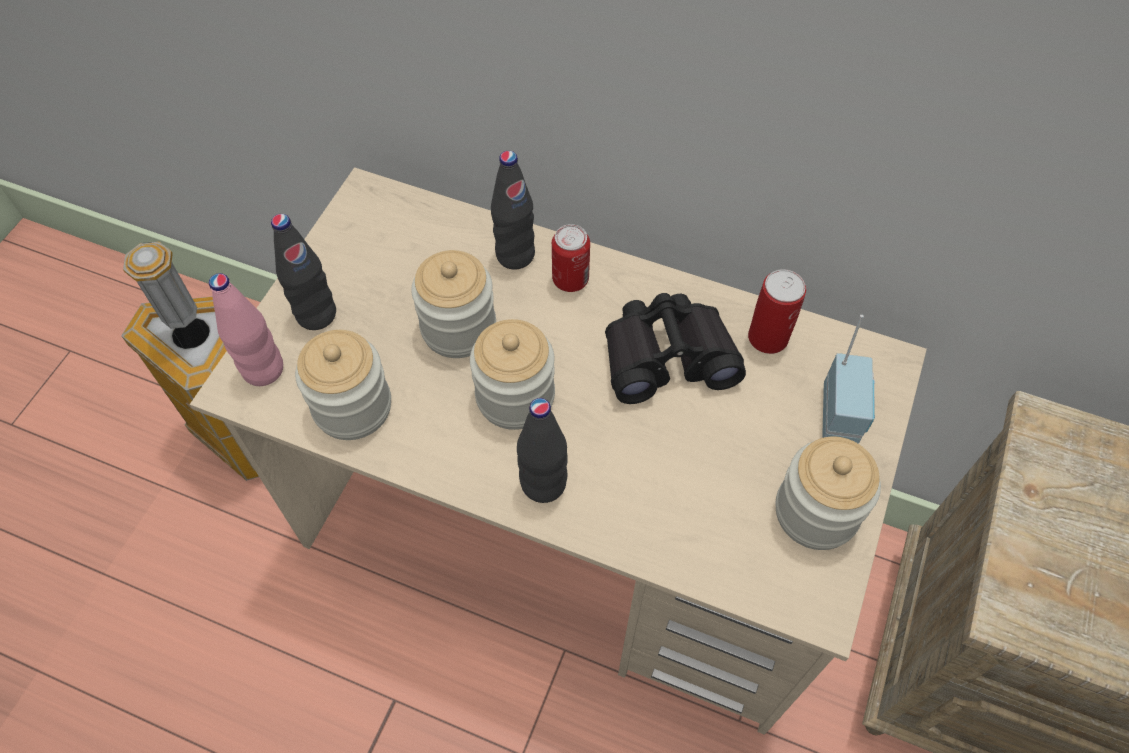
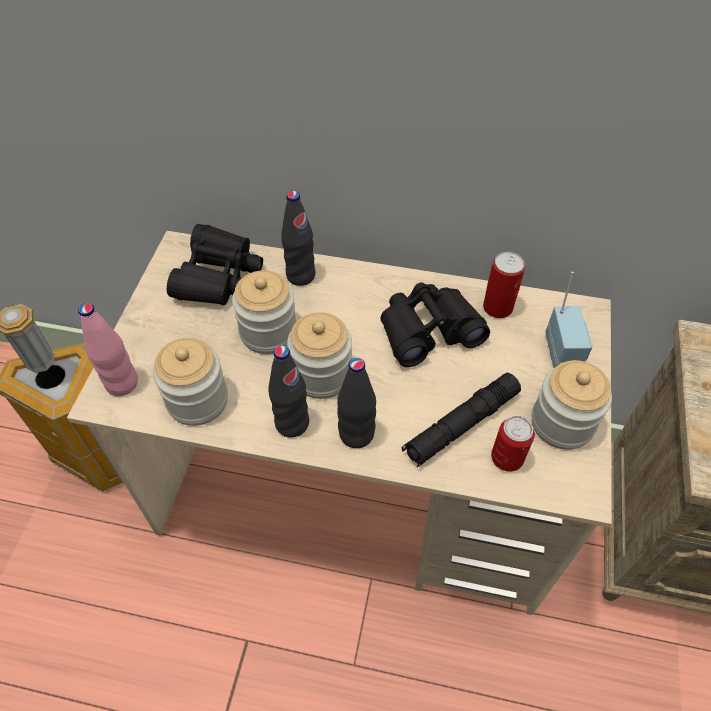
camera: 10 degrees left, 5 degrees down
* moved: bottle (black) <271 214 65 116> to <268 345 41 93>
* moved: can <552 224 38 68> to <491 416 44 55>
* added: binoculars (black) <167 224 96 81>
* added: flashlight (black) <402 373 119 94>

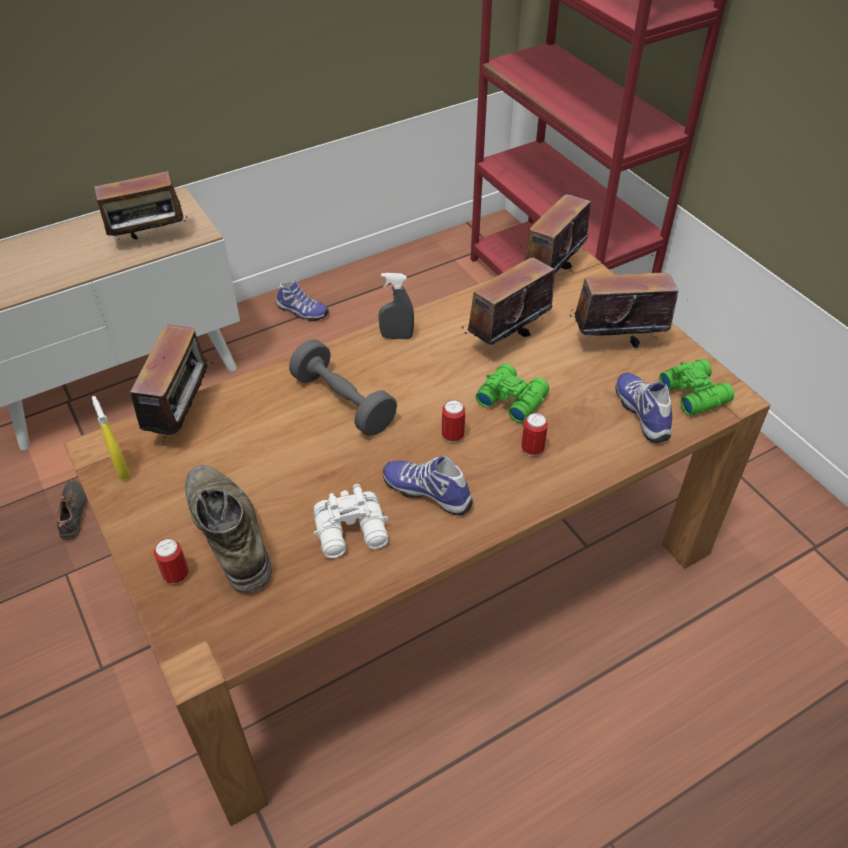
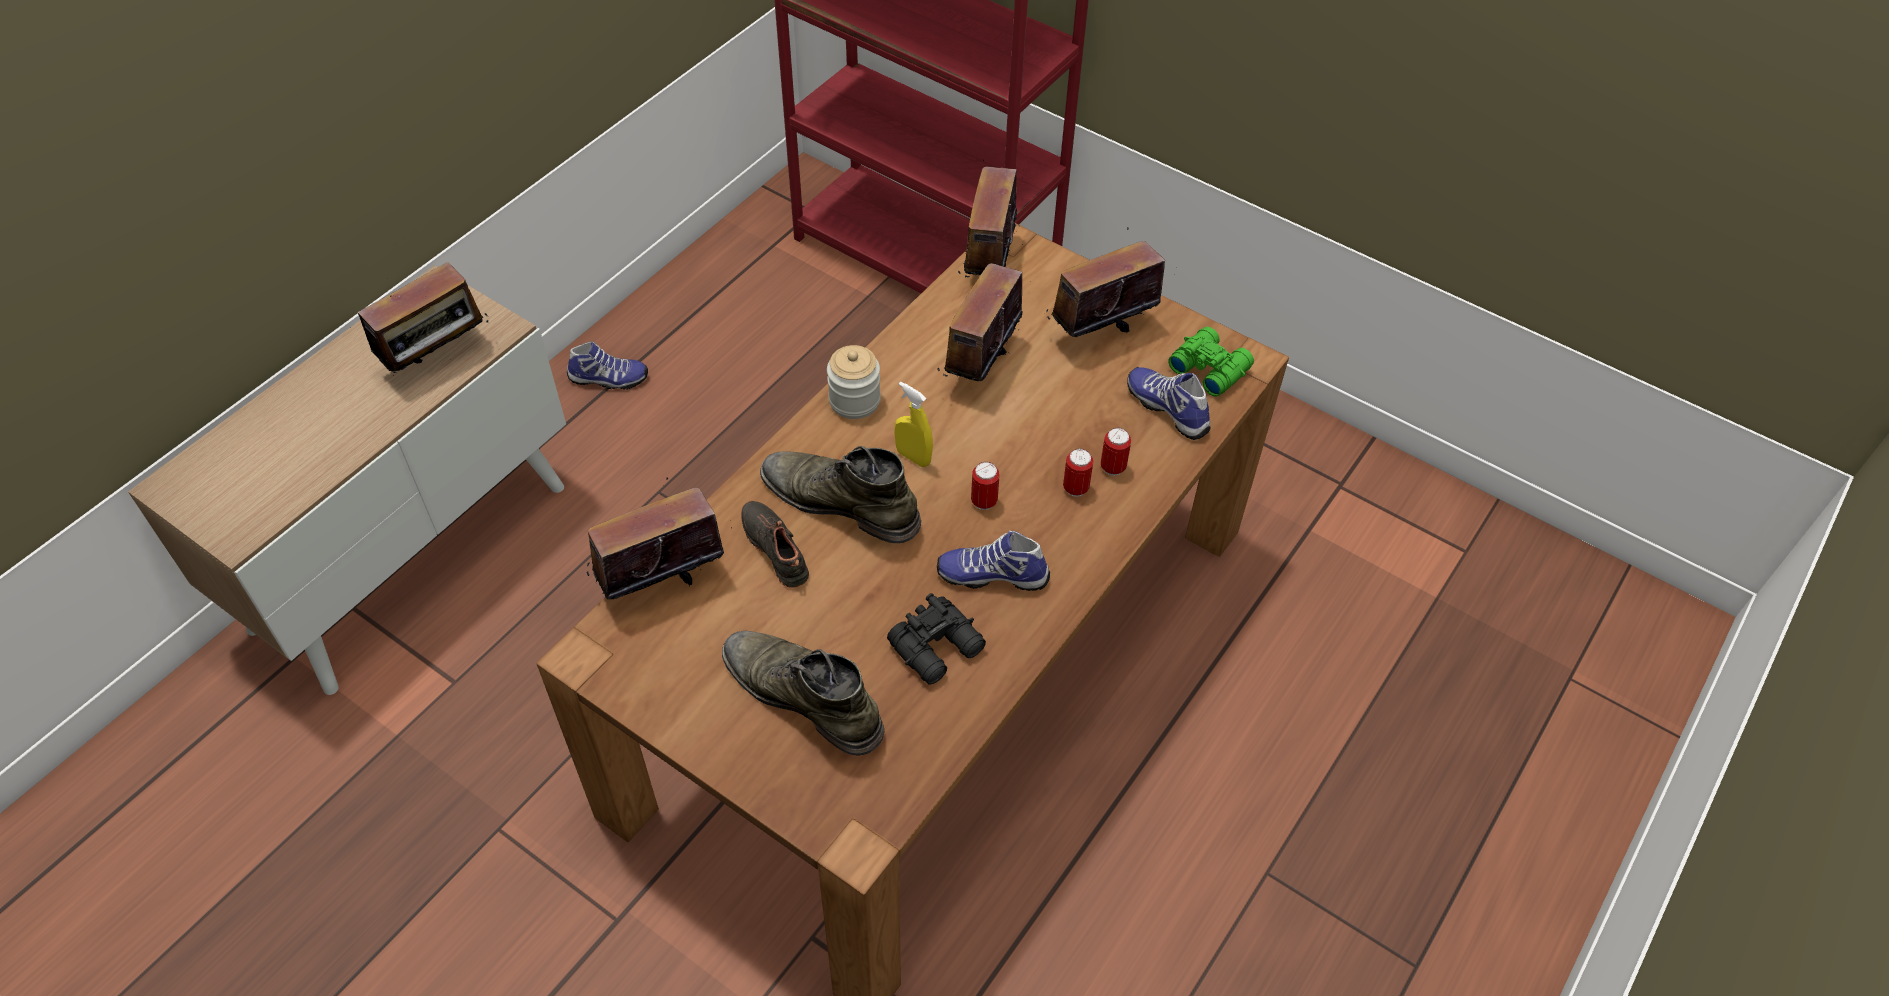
camera: 25 degrees left, 5 degrees up
* moved: shoe (black) <57 480 31 60> to <741 501 68 87>
* moved: spray bottle (yellow) <92 396 38 83> to <894 382 39 85>
* turned: radio <125 324 88 118> = <586 477 145 122> 105 degrees counterclockwise
* moved: can <154 539 35 45> to <1101 428 30 48>
* replaced: dumbbell (grey) <289 339 108 97> to boot (green) <760 446 161 97>
* recoloured: binoculars (white) <314 484 74 74> to binoculars (black) <887 593 99 92>
* replaced: spray bottle (grey) <378 273 36 67> to jar <827 345 54 74>
* removed: binoculars (green) <476 363 74 60>

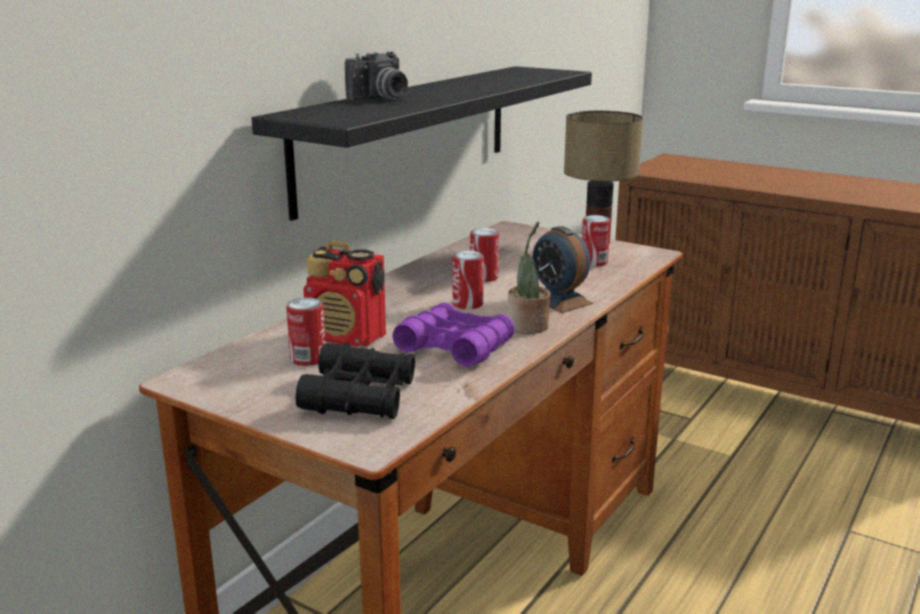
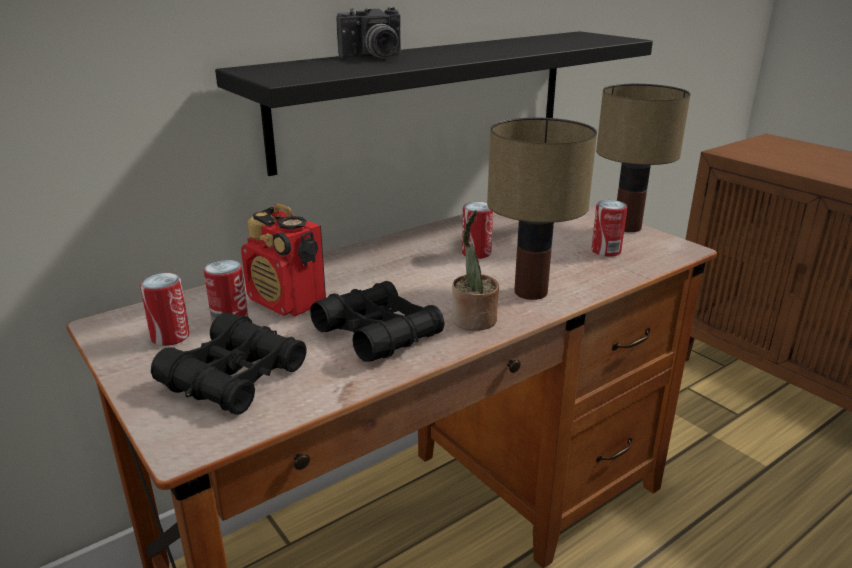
camera: 20 degrees right, 5 degrees up
* recoloured: binoculars (purple) <393 302 122 65> to binoculars (black) <310 281 135 81>
* moved: can <453 251 31 58> to <140 273 50 73>
* replaced: alarm clock <532 226 61 87> to table lamp <487 118 110 182>

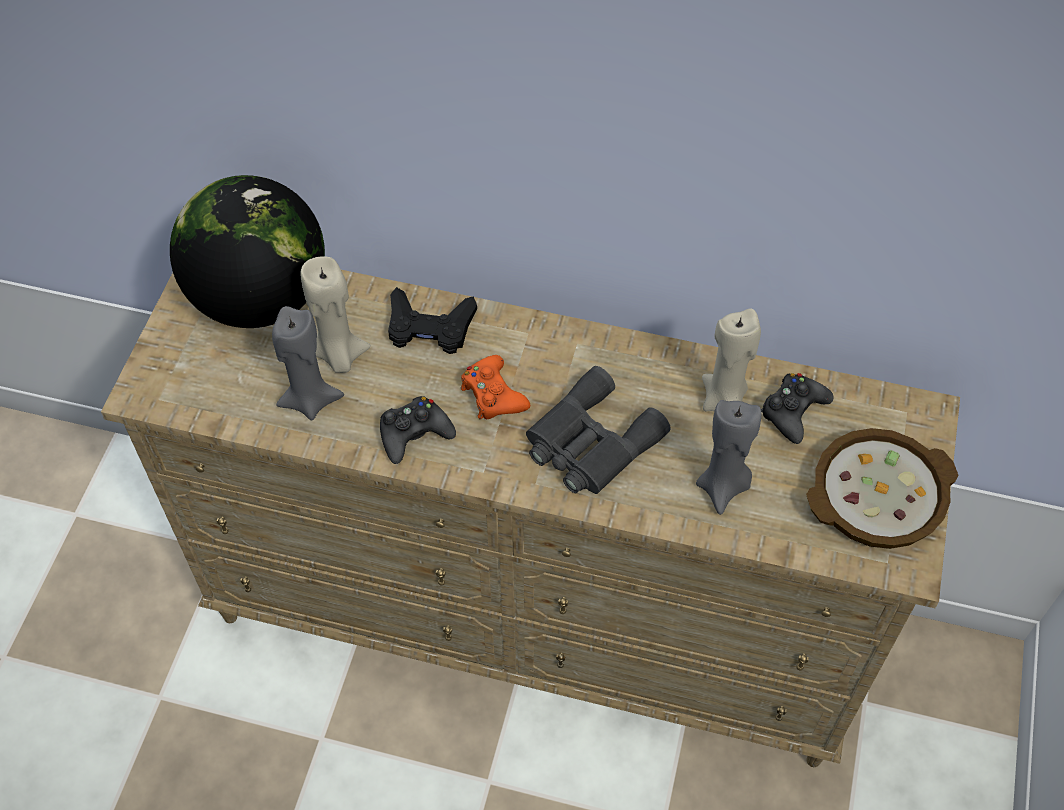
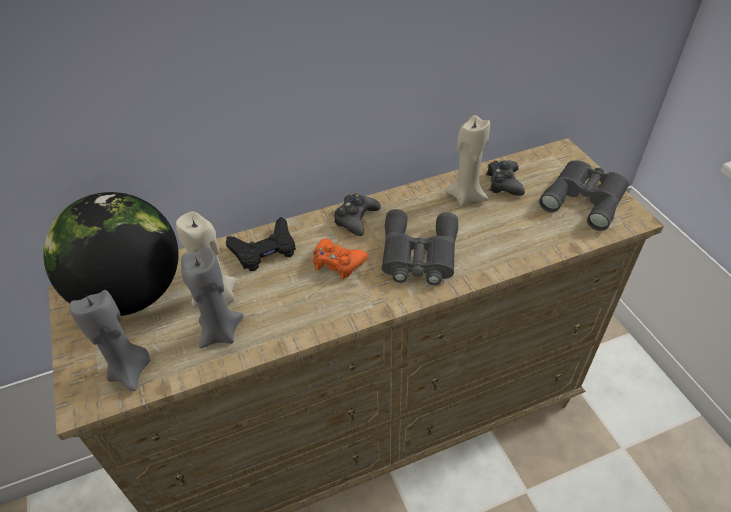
camera: 35 degrees left, 10 degrees down
* moved: game controller (black) <380 396 76 68> to <334 194 47 42>
* moved: candle (grey) <696 400 65 115> to <69 290 81 101>
* replaced: bowl <806 428 152 121> to binoculars (grey) <539 160 90 71>

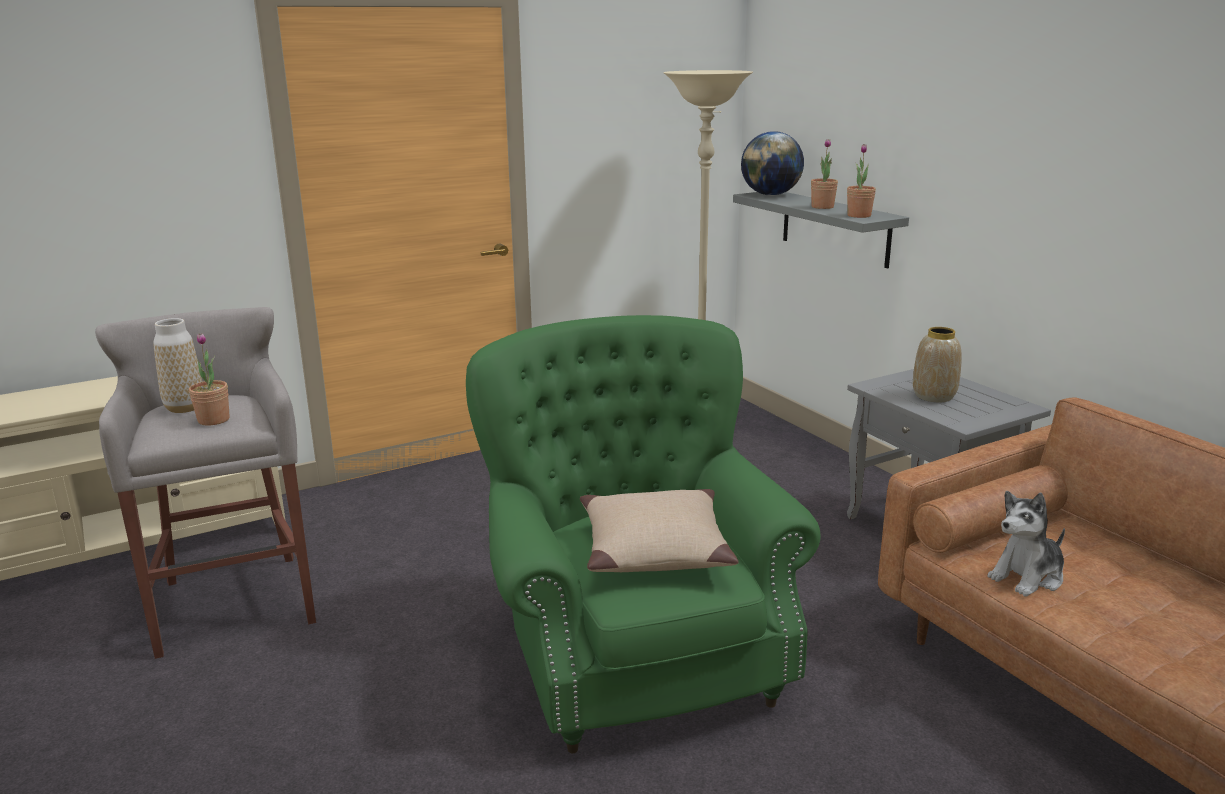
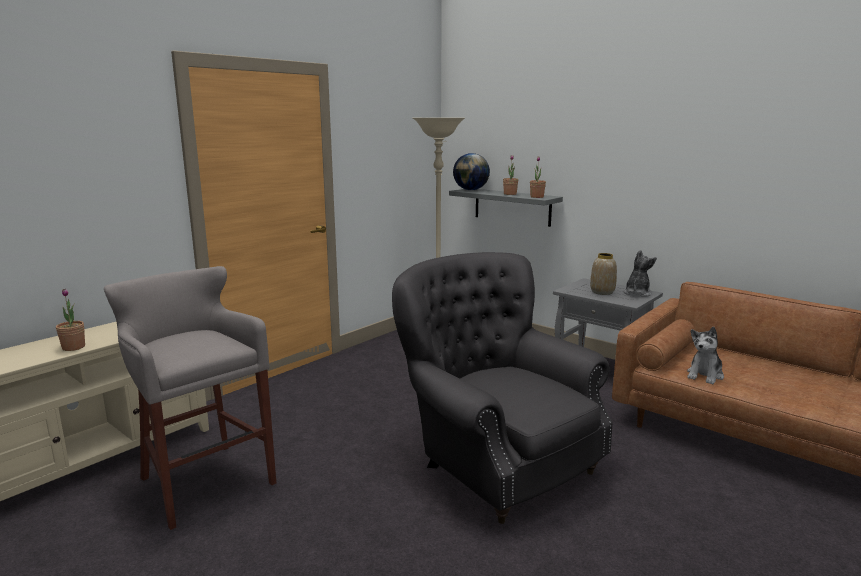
camera: 20 degrees left, 5 degrees down
* removed: vase <153 318 49 95>
* moved: potted plant <189 333 41 92> to <56 289 29 62>
* recoloured: armchair (green) <466 315 355 438> to armchair (grey) <392 252 220 272>
* removed: pillow (beige) <580 489 159 83>
* added: plush toy <623 250 34 47>

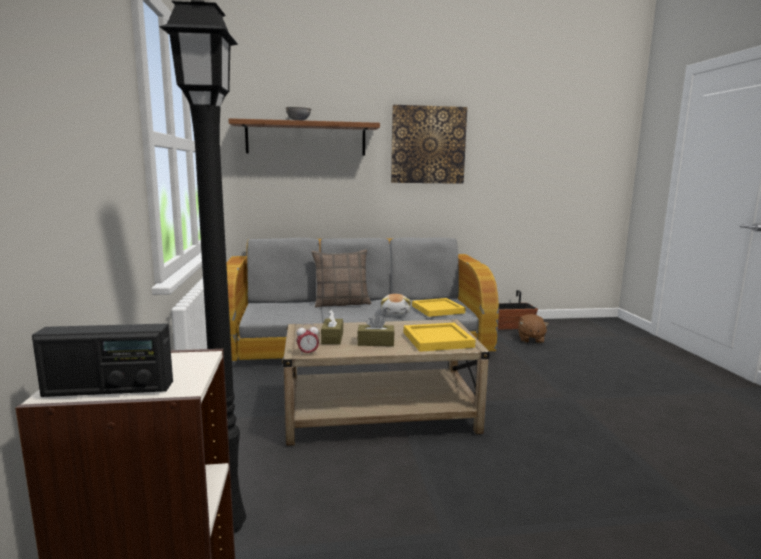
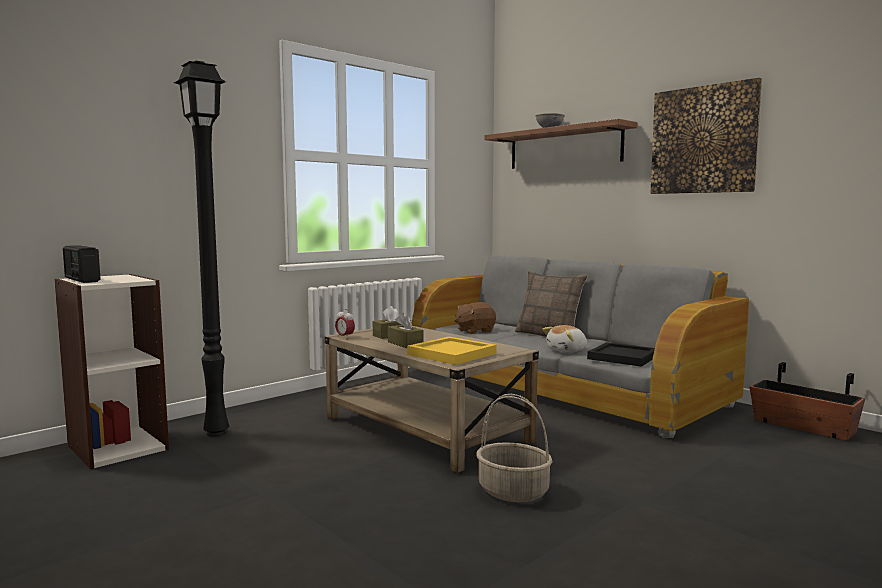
camera: 55 degrees right, 5 degrees down
* recoloured: tray (yellow) <412 298 53 19> to tray (black) <587 342 68 25>
* moved: plush toy (brown) <518 314 31 29> to <455 302 41 32>
* added: basket <476 394 77 108>

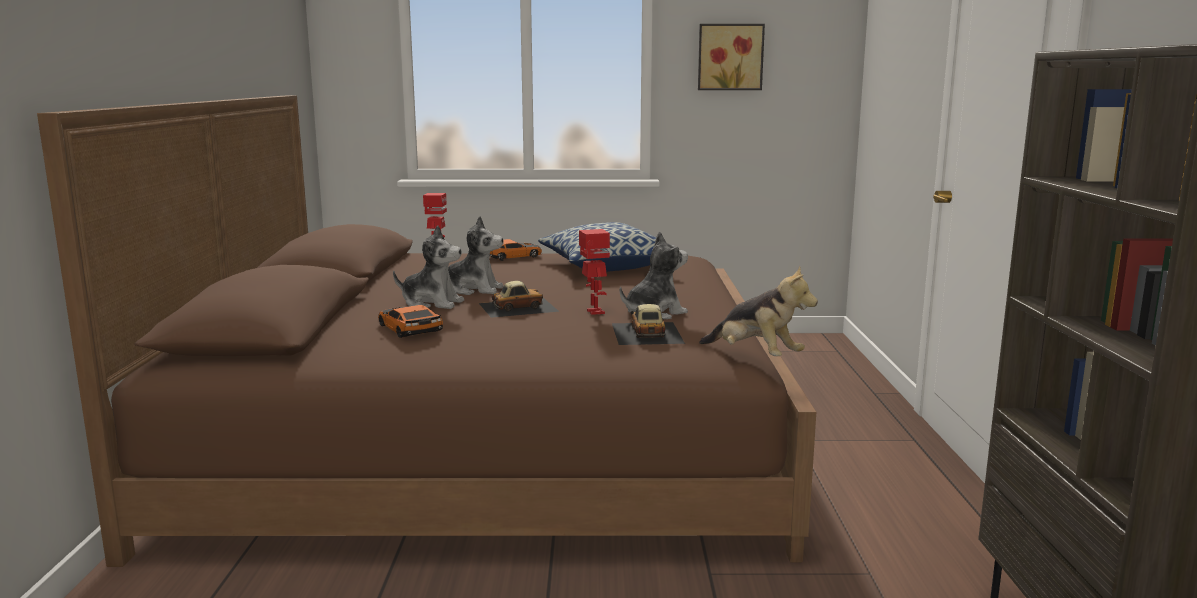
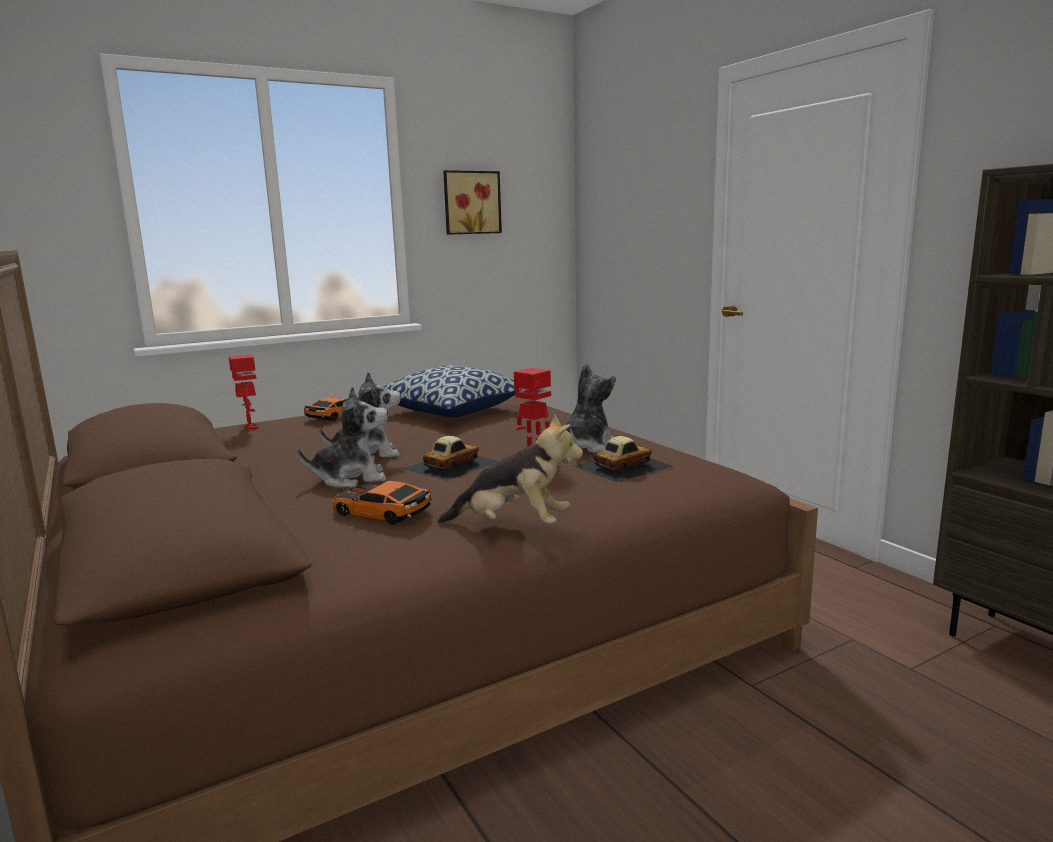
camera: 30 degrees left, 0 degrees up
* turned: toy car <612 304 73 41> = <573 436 101 46> 90 degrees clockwise
* moved: plush toy <699 266 119 90> to <438 414 145 110>

